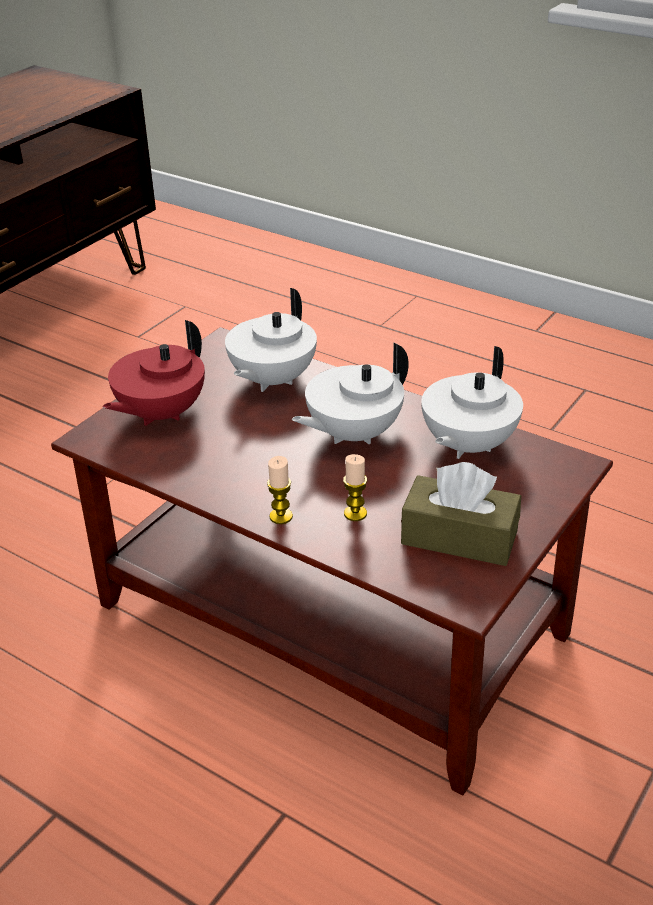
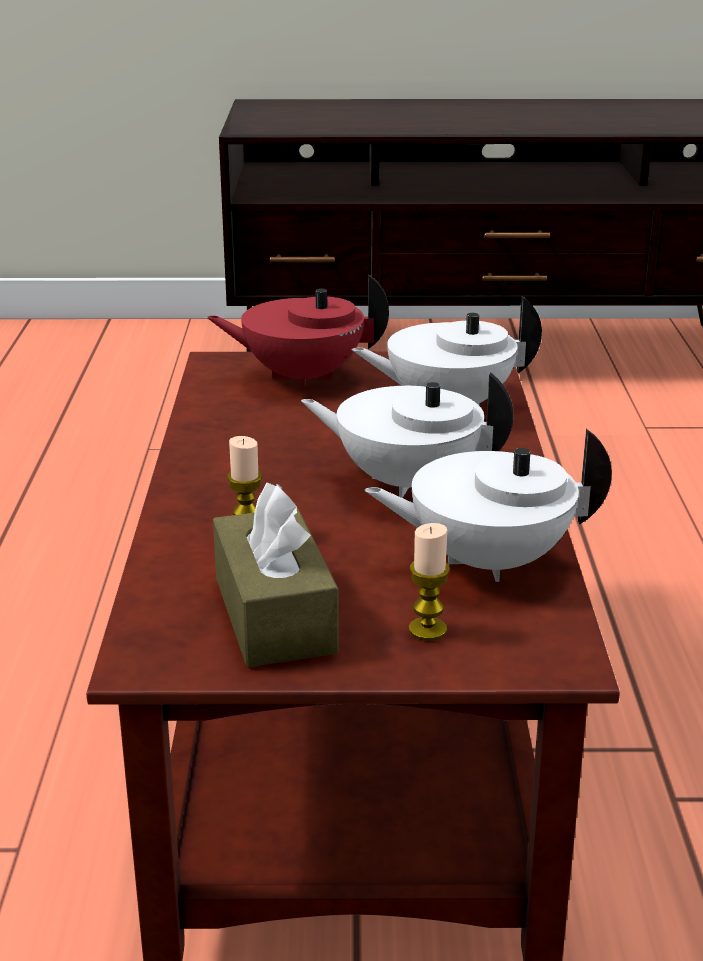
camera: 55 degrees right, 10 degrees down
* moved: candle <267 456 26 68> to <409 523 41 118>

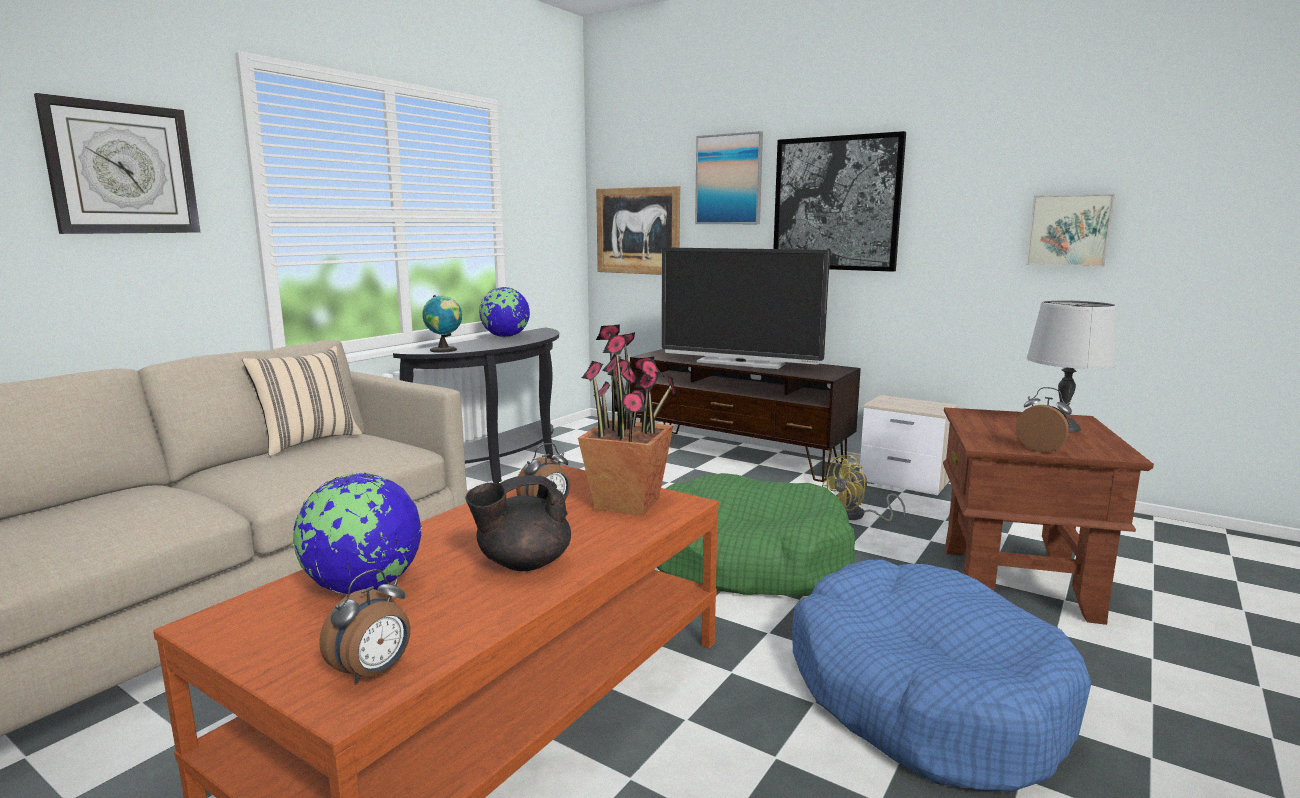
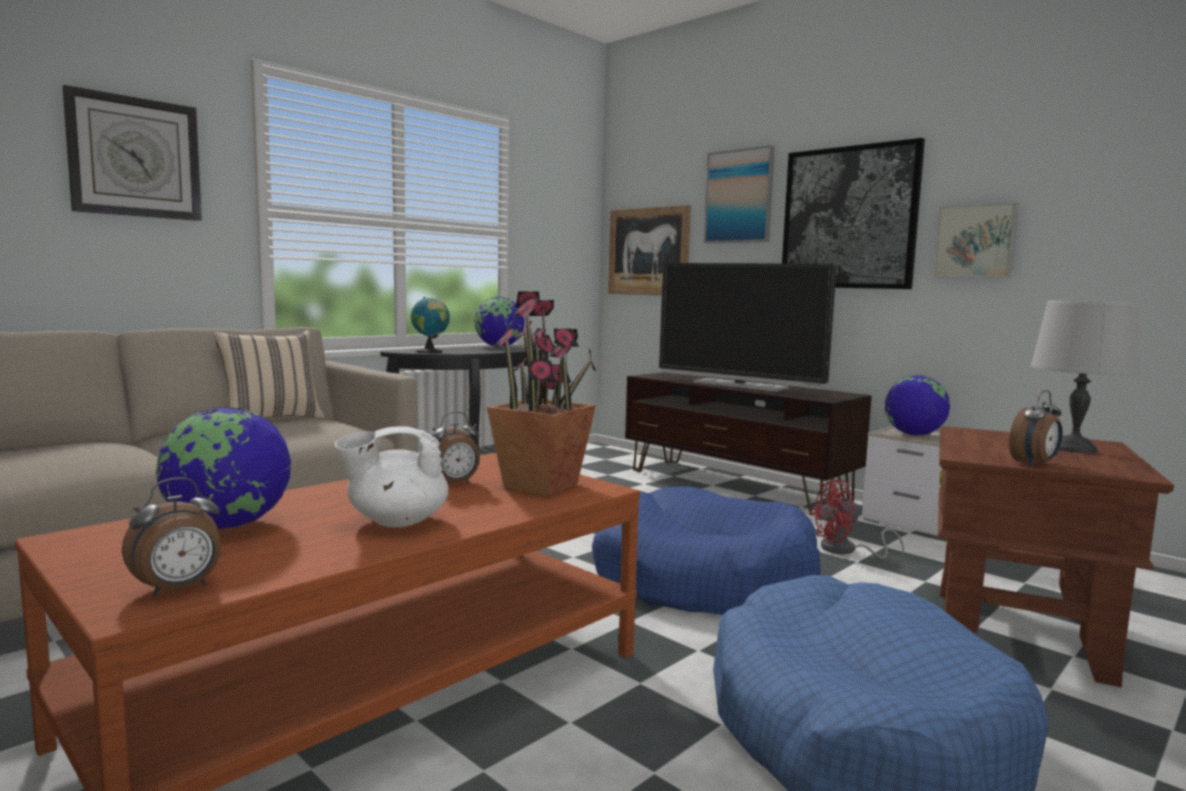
camera: 10 degrees right, 5 degrees down
* recoloured: teapot (black) <465 475 106 96> to teapot (white) <335 427 114 101>
* recoloured: dog bed (green) <657 473 198 123> to dog bed (blue) <592 487 229 128>
* recoloured: fan (yellow) <822 455 84 66> to fan (red) <809 480 95 79>
* turned: alarm clock <1016 387 56 65> = <1009 390 54 76> 90 degrees clockwise
* moved: picture <1026 194 89 73> to <933 203 86 75>
* added: globe <884 375 66 61>

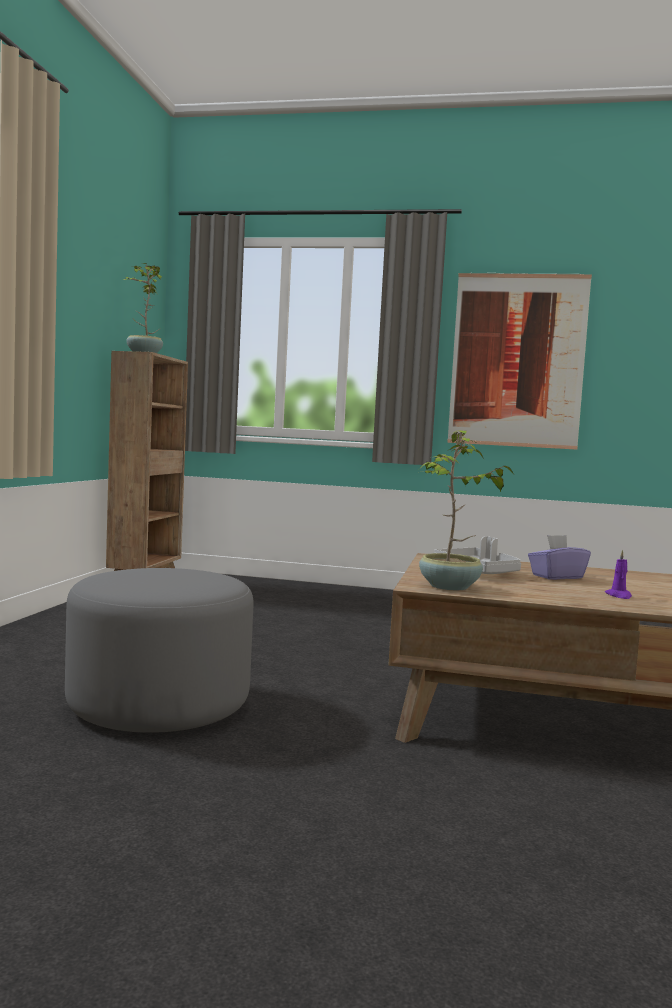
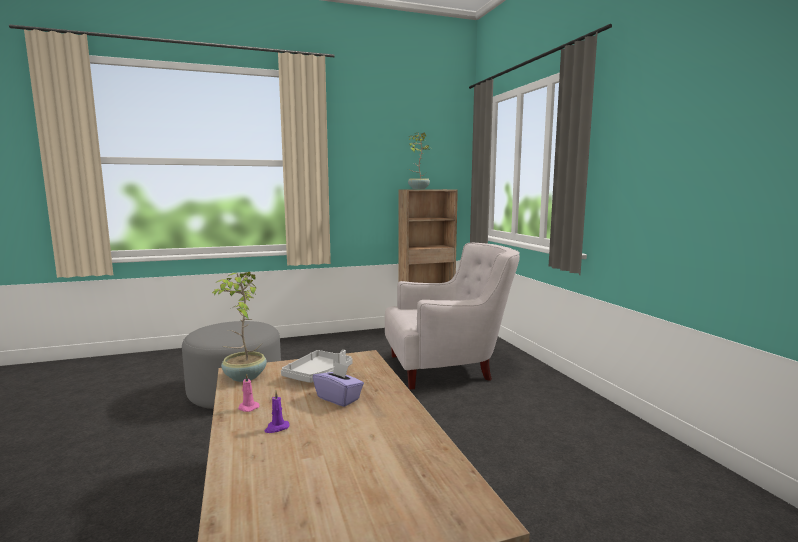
camera: 60 degrees right, 5 degrees up
* removed: picture <447 273 145 177>
* added: candle (pink) <238 373 22 39>
* added: armchair (white) <385 243 135 146>

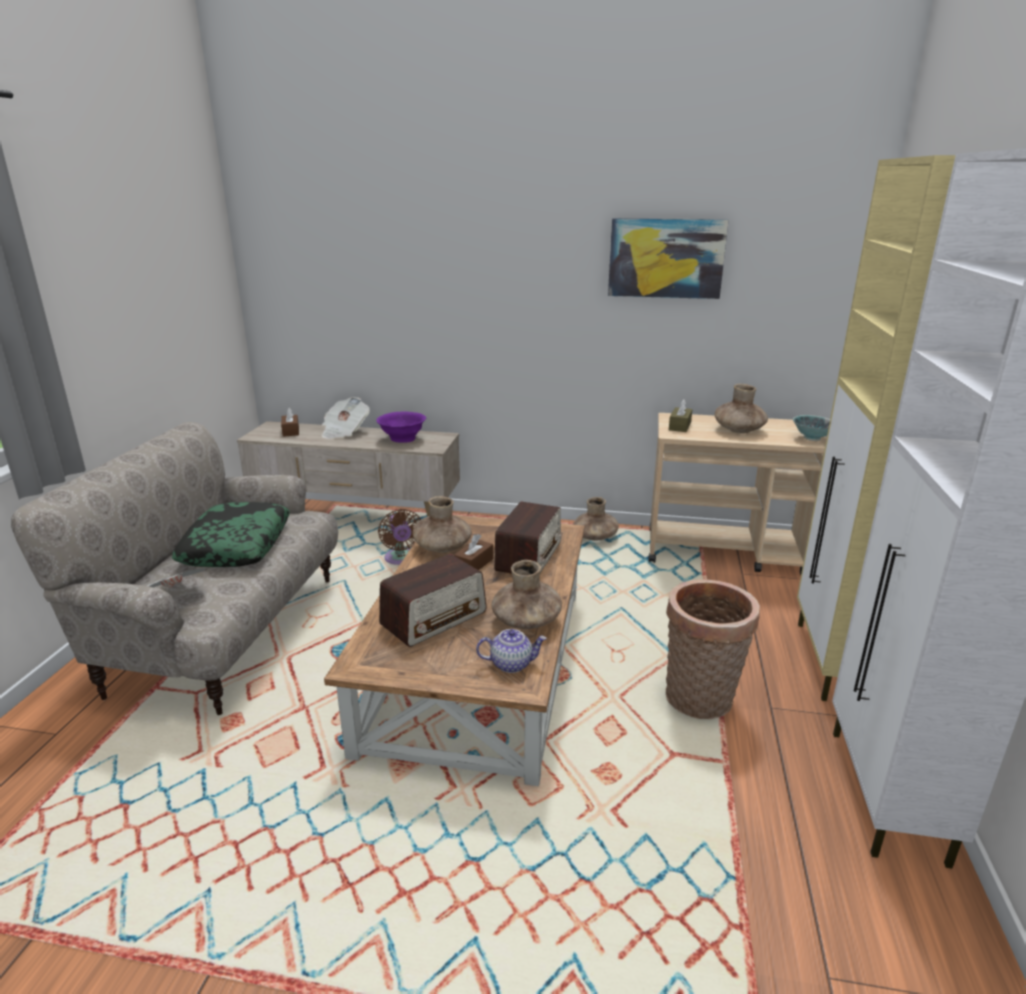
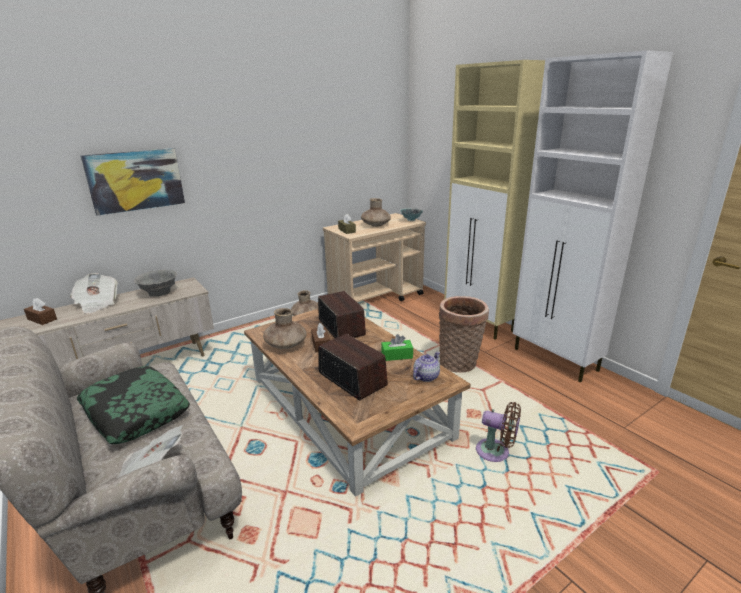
camera: 45 degrees left, 0 degrees up
* recoloured: bowl (purple) <376 411 50 32> to bowl (grey) <134 270 43 26>
* moved: fan (brown) <378 509 43 56> to <476 402 45 60>
* turned: radio <379 554 108 93> = <318 334 70 66> 45 degrees counterclockwise
* replaced: vase (brown) <492 560 70 69> to tissue box (green) <381 334 32 27>
* moved: picture <608 218 121 81> to <80 148 105 68>

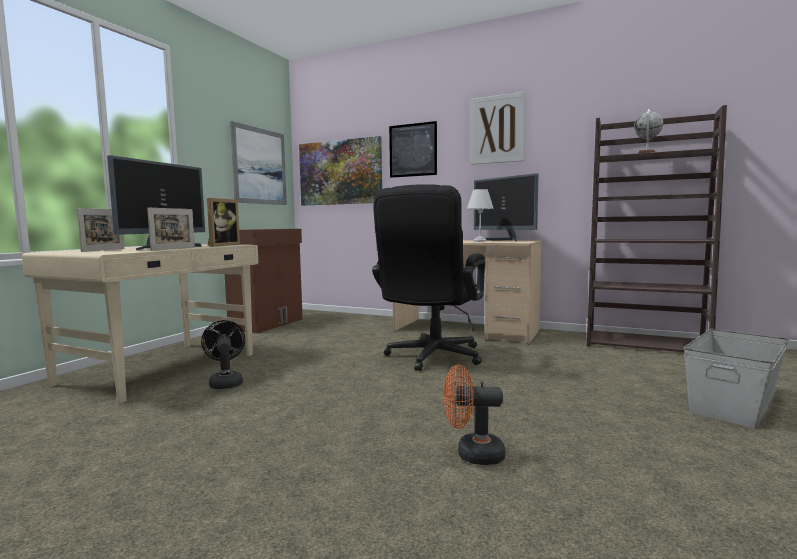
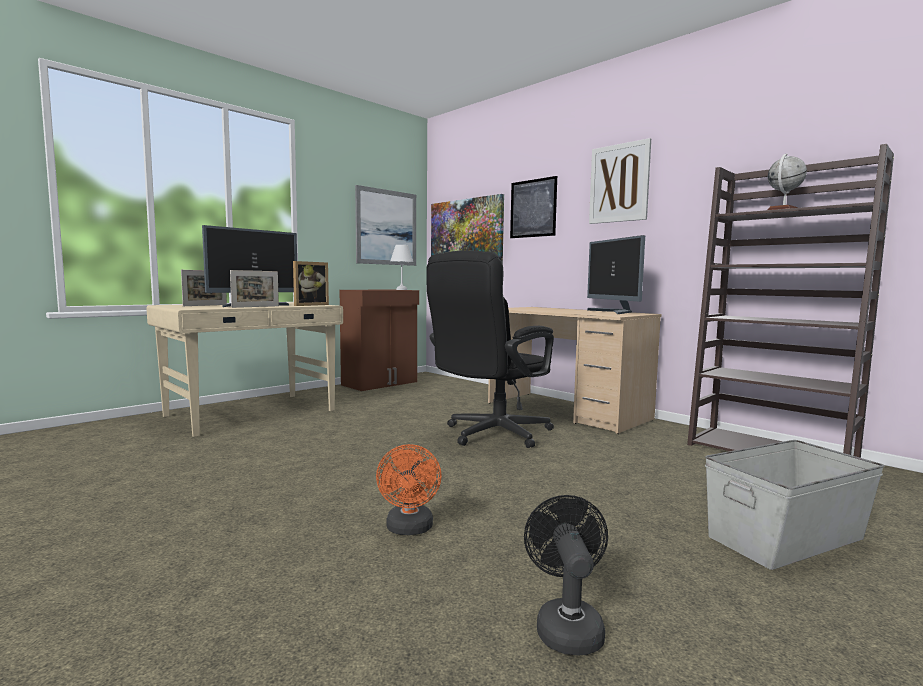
camera: 20 degrees right, 0 degrees up
* moved: fan (black) <201 320 44 69> to <524 495 84 160>
* turned: fan (orange) <443 364 62 101> = <376 444 66 91> 120 degrees counterclockwise
* moved: table lamp (white) <467 189 27 53> to <390 245 23 45>

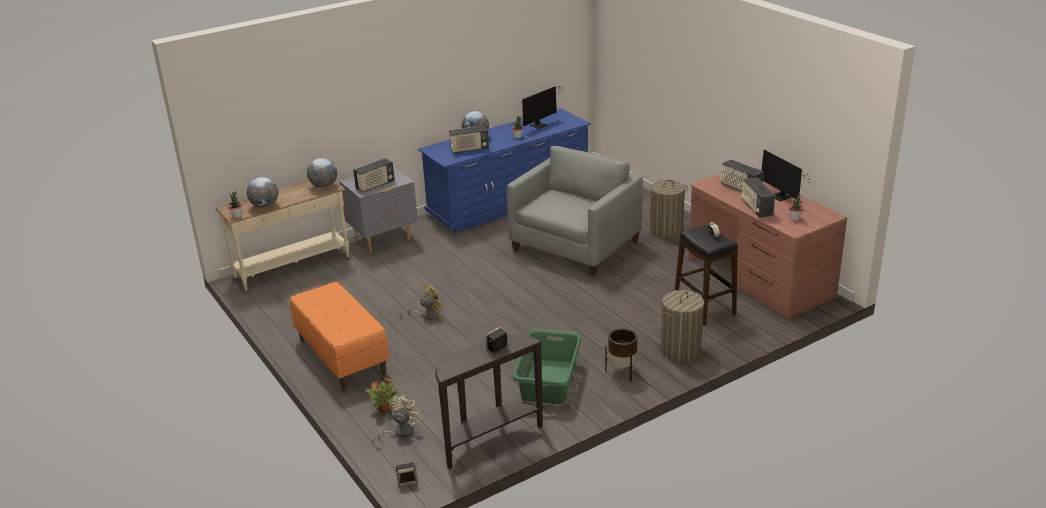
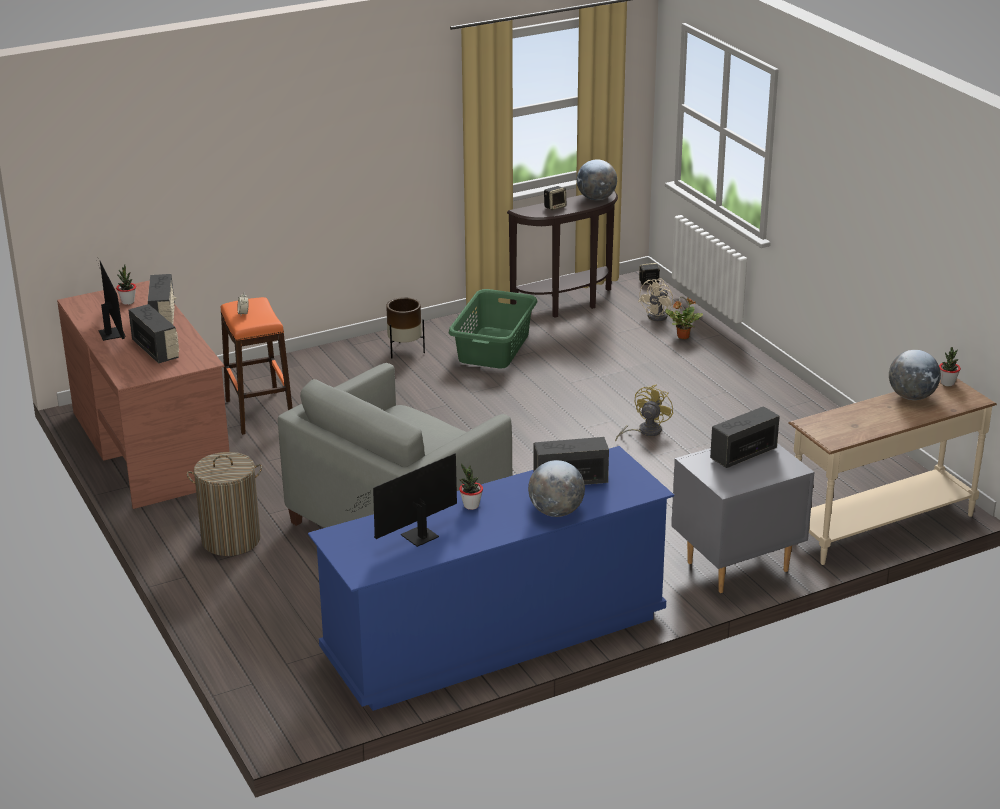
camera: 175 degrees left, 0 degrees up
* removed: bench (orange) <290 281 99 109>
* moved: globe <307 158 30 30> to <577 159 40 41>
* turned: fan (yellow) <400 284 44 36> = <615 385 59 56> 150 degrees clockwise
* removed: laundry basket <661 290 43 72>
* recoloured: stool (black) <675 225 63 101> to stool (orange) <221 297 72 138>

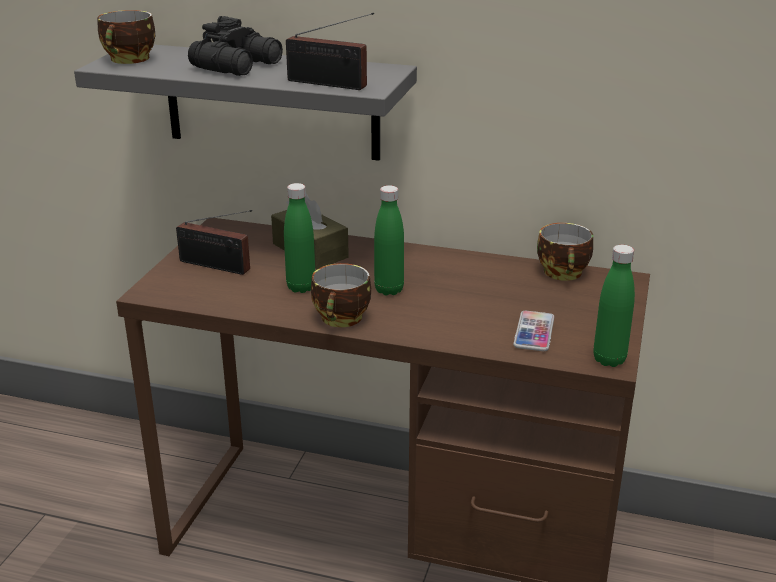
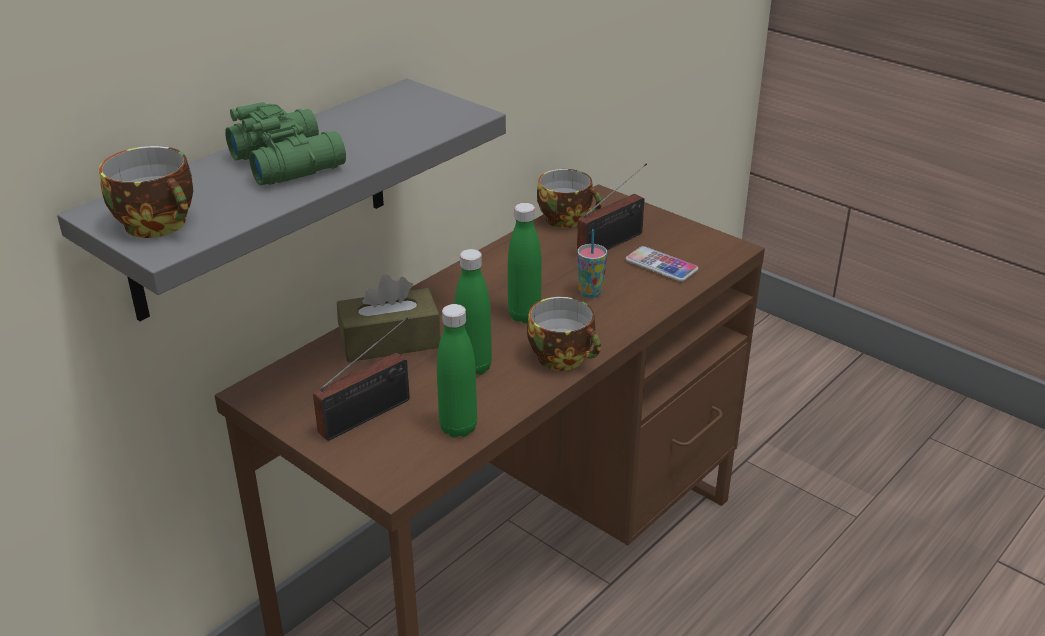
camera: 65 degrees left, 5 degrees up
* recoloured: binoculars (black) <188 16 95 60> to binoculars (green) <225 102 121 84>
* moved: radio <286 13 88 77> to <577 164 70 86>
* moved: bottle (green) <593 245 42 122> to <437 304 40 134>
* added: cup <577 229 30 69>

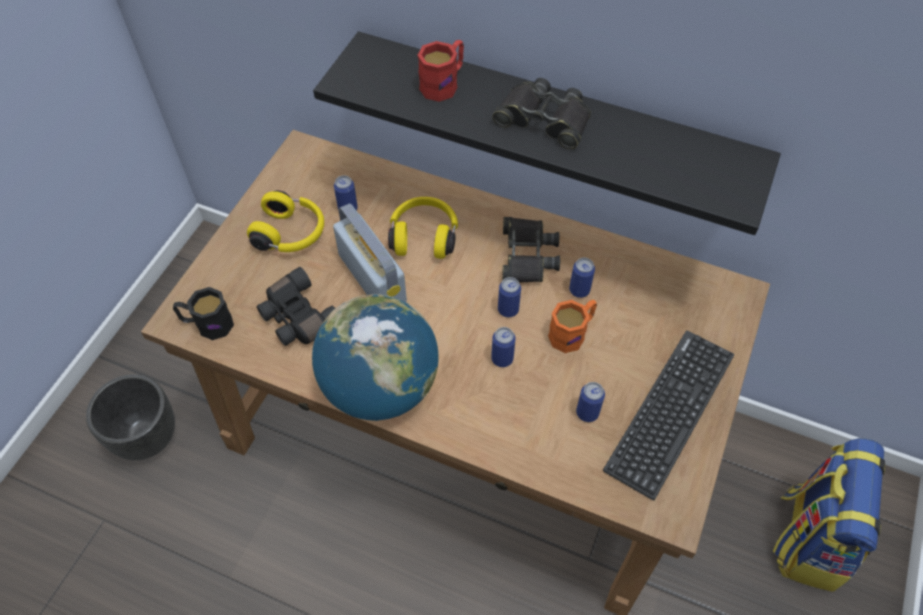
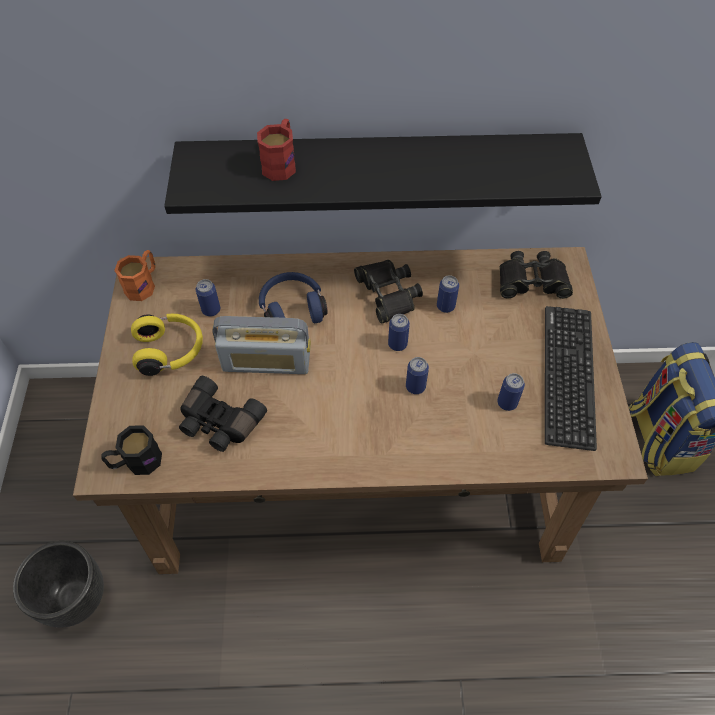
camera: 25 degrees left, 0 degrees up
* removed: globe <312 294 126 127>
* turned: radio <333 203 74 99> = <212 316 99 58> 150 degrees clockwise
* recoloured: headphones (yellow) <388 197 70 62> to headphones (blue) <259 272 69 51>
* moved: binoculars (black) <492 78 99 71> to <499 251 74 48>
* moved: mug (orange) <548 300 49 53> to <114 250 41 51>

